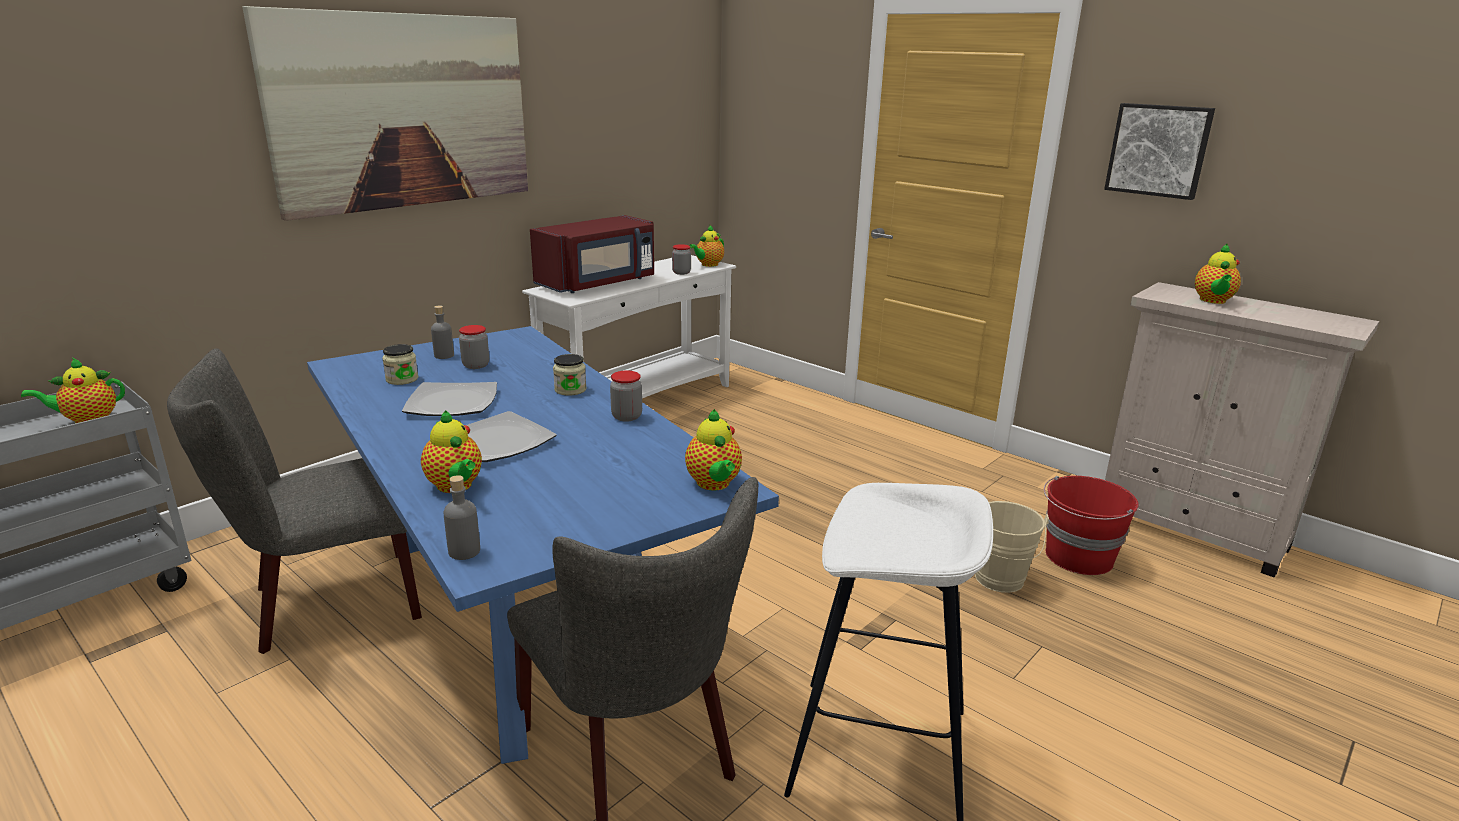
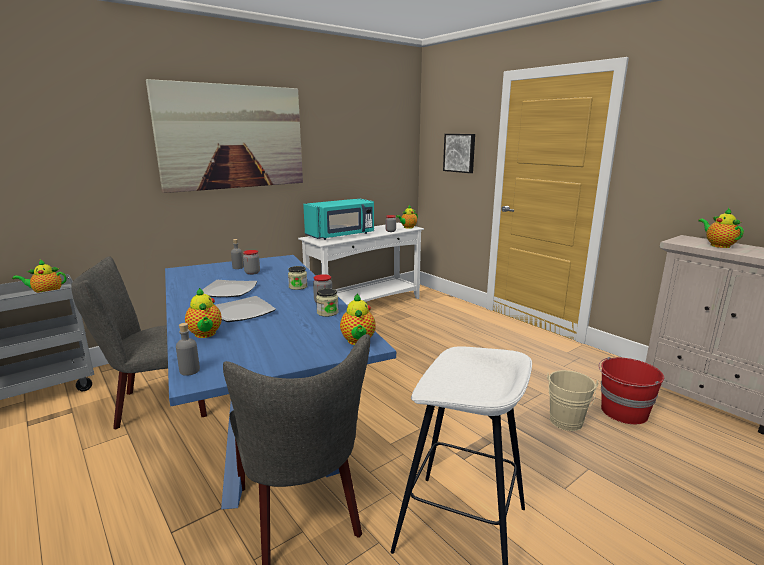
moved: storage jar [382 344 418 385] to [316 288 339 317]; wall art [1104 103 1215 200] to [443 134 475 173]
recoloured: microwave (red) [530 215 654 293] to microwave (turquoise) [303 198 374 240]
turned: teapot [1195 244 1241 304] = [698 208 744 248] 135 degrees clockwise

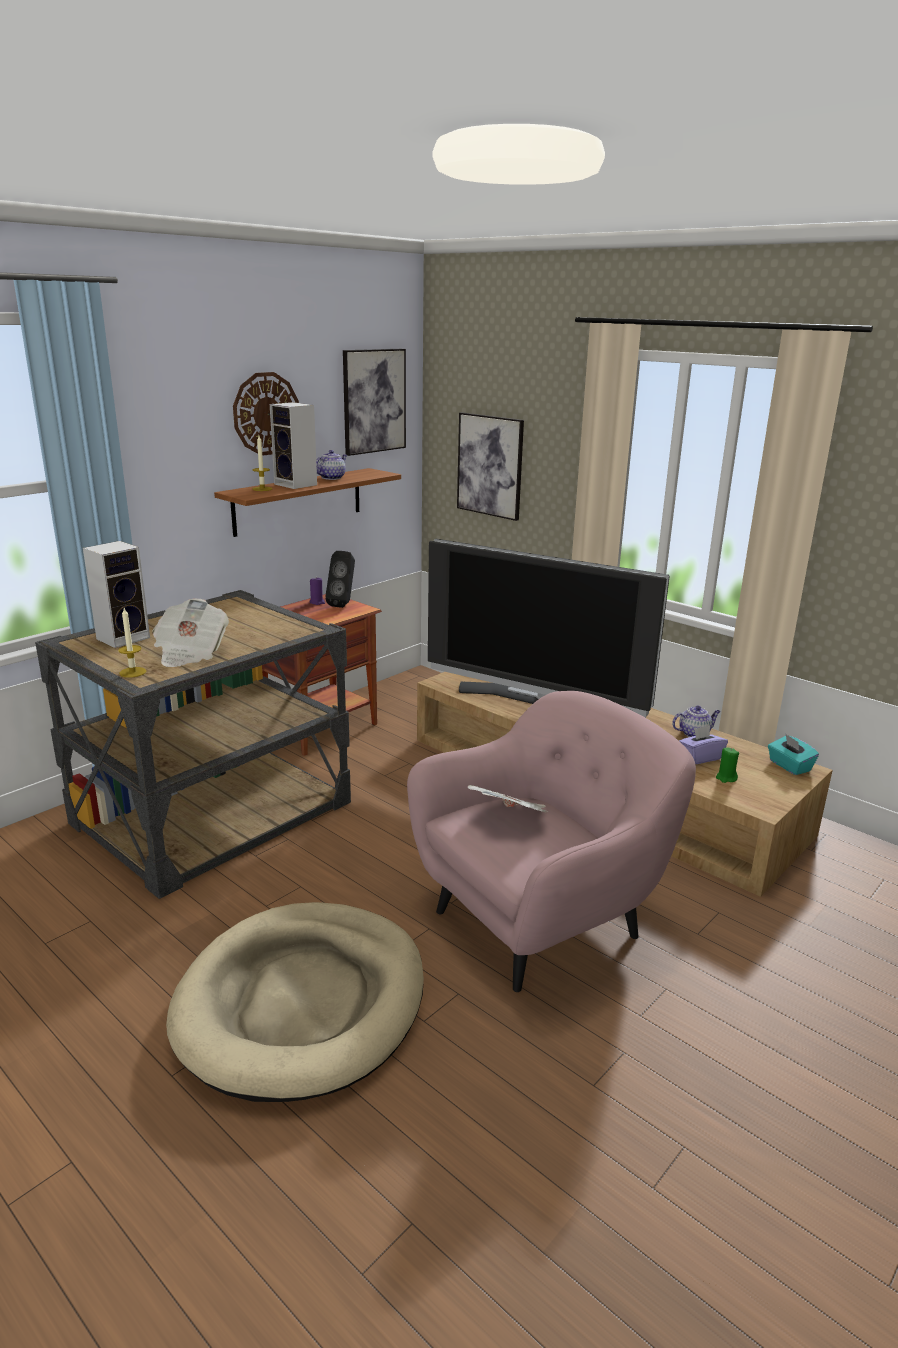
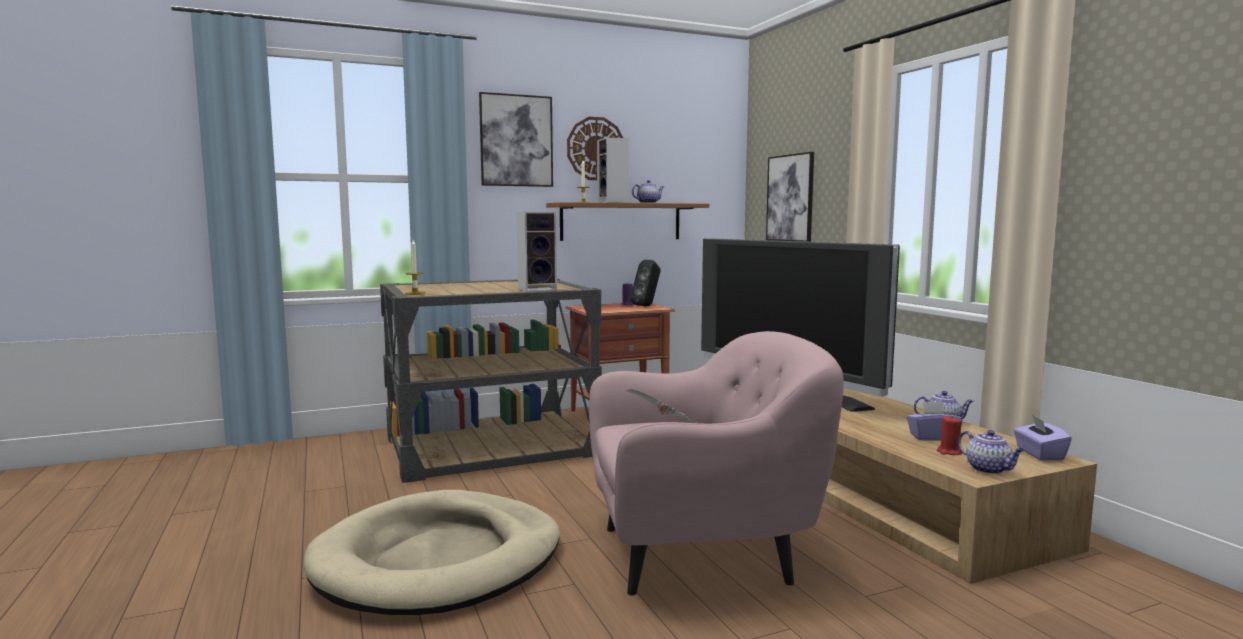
removed: newspaper [152 598 229 667]
added: teapot [957 430 1025 474]
moved: wall art [343 349 406 456] to [479 92 553 187]; audio speaker [83 541 150 648] to [516 212 557 292]
recoloured: candle (greenish) [716 747 739 783] to candle (red) [937 416 962 455]; tissue holder (turquoise) [768 734 819 775] to tissue holder (purple-coloured) [1013 415 1072 461]

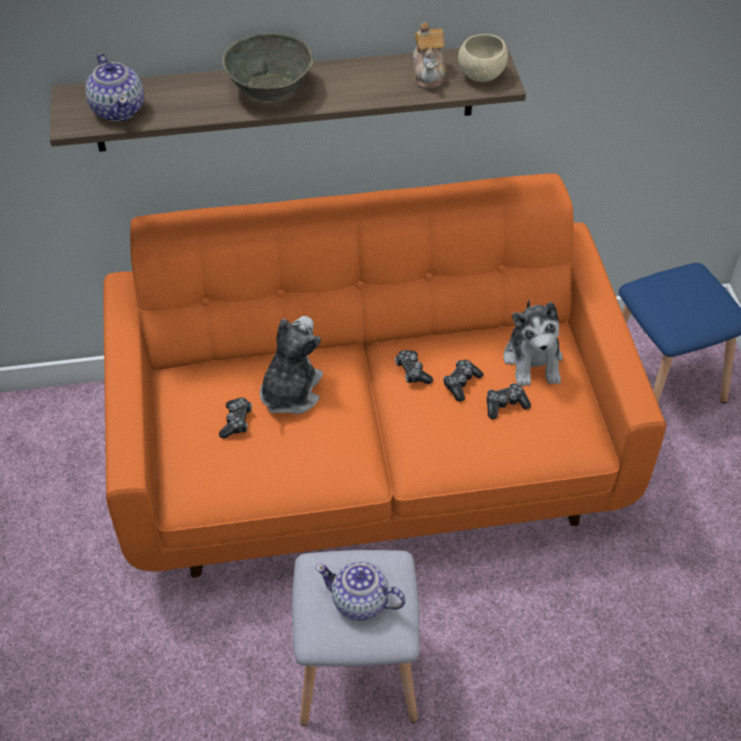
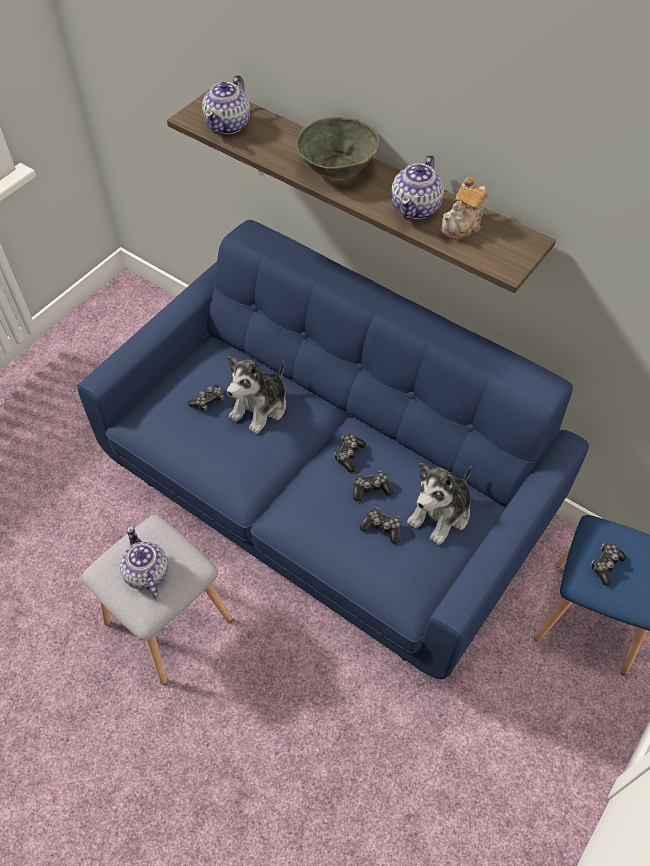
removed: serving bowl (beige-coloured) [458 34 508 82]
added: teapot [391 155 444 219]; gamepad [591 543 627 586]
recoloured: settee (orangey) [103 174 666 578] to settee (bluish) [77 220 589 679]
turned: plush toy [260 316 323 414] = [227 356 286 434] 150 degrees clockwise

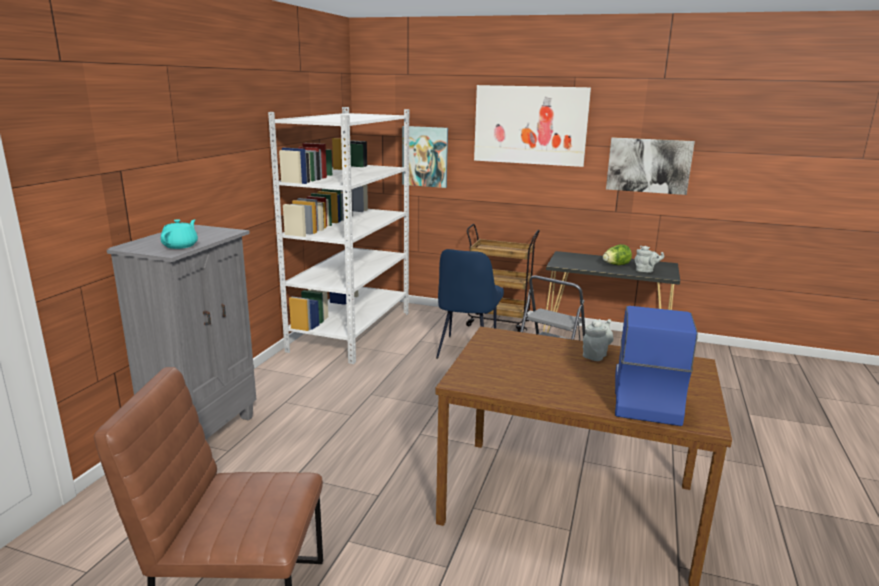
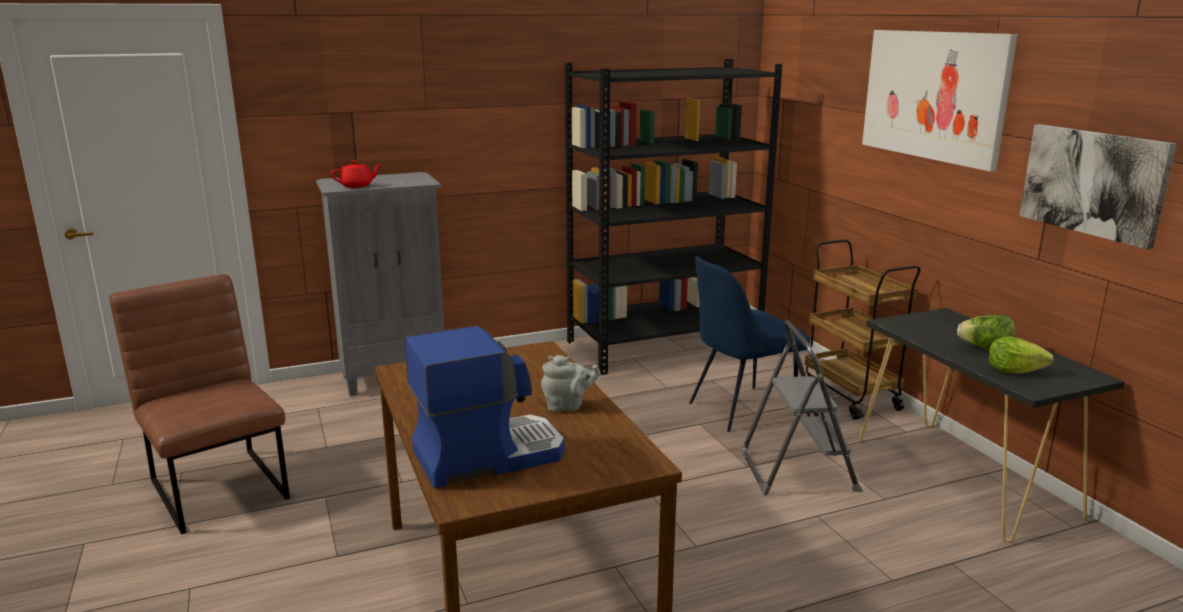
removed: wall art [402 126 448 188]
replaced: teapot (grey) [635 246 664 273] to lettuce [989 336 1053 374]
recoloured: teapot (turquoise) [161 219 198 249] to teapot (red) [330 161 382 188]; bookcase (whitish) [268 107 409 364] to bookcase (blackish) [565 59 782 375]

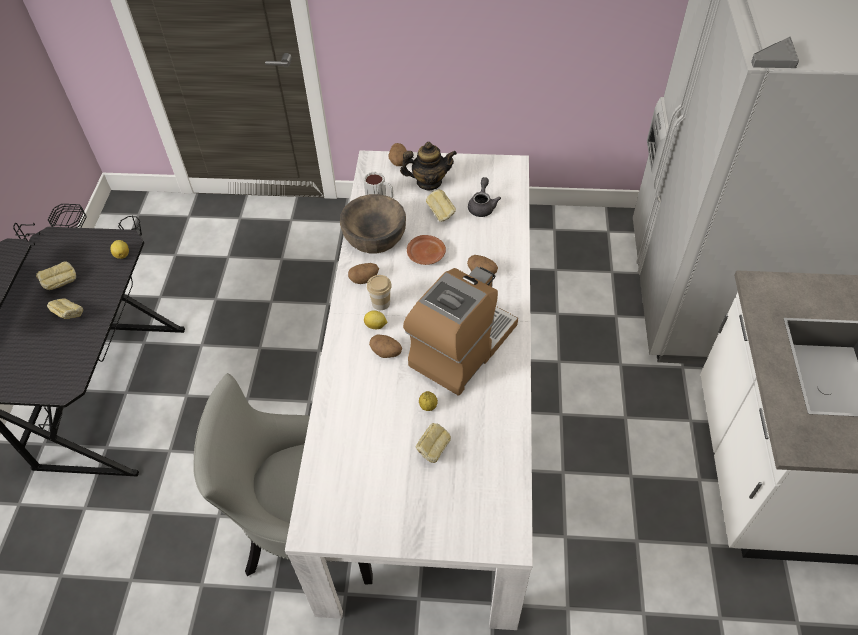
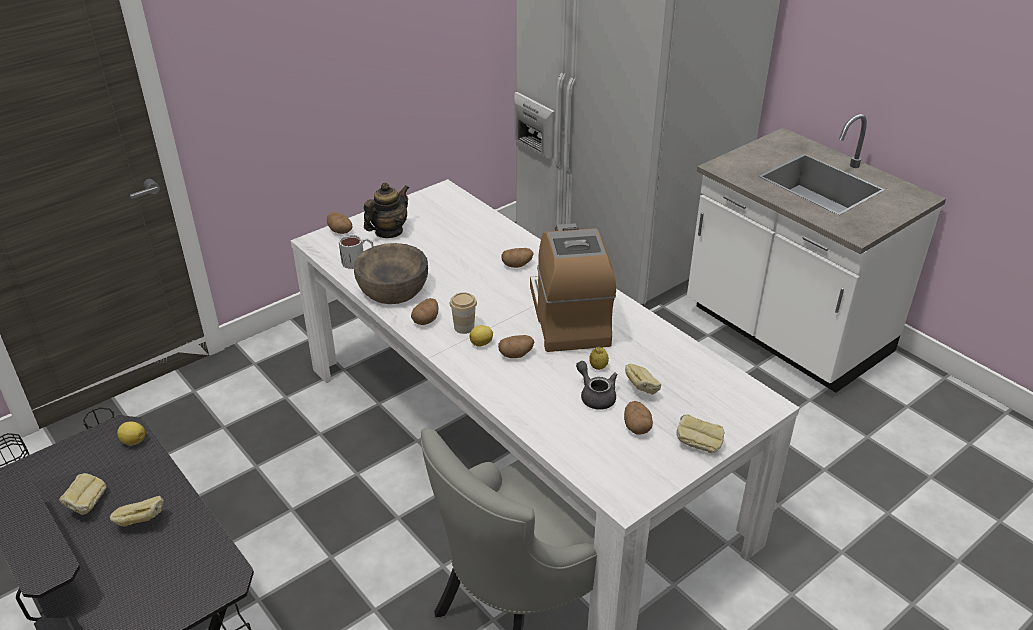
removed: flat dish (brown) [407 235 446 265]
added: spud [624 401 653 435]
moved: teapot (grey) [468 177 501 217] to [576 361 617 410]; bread [426 189 456 222] to [676 414 724 453]

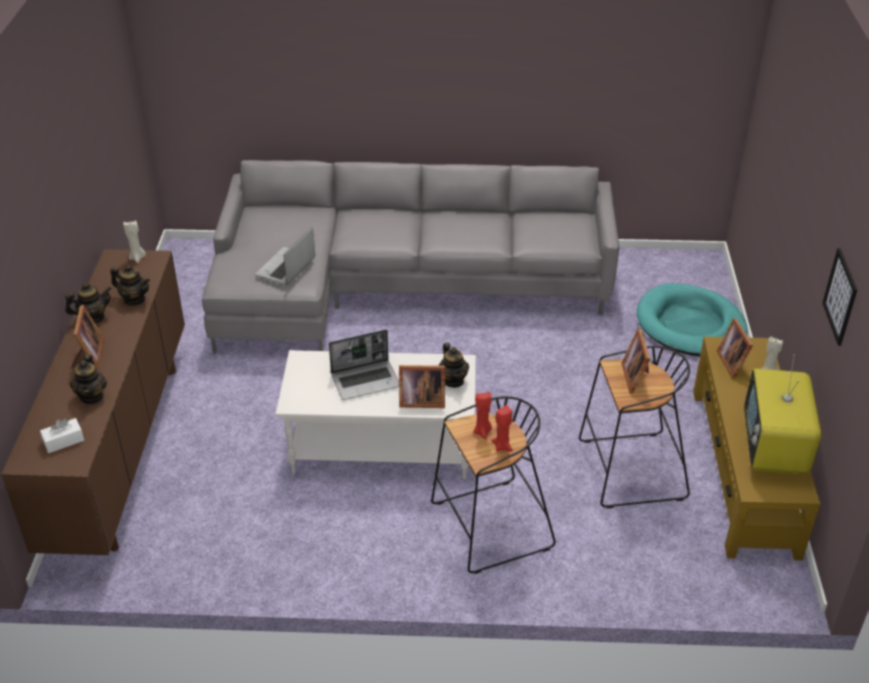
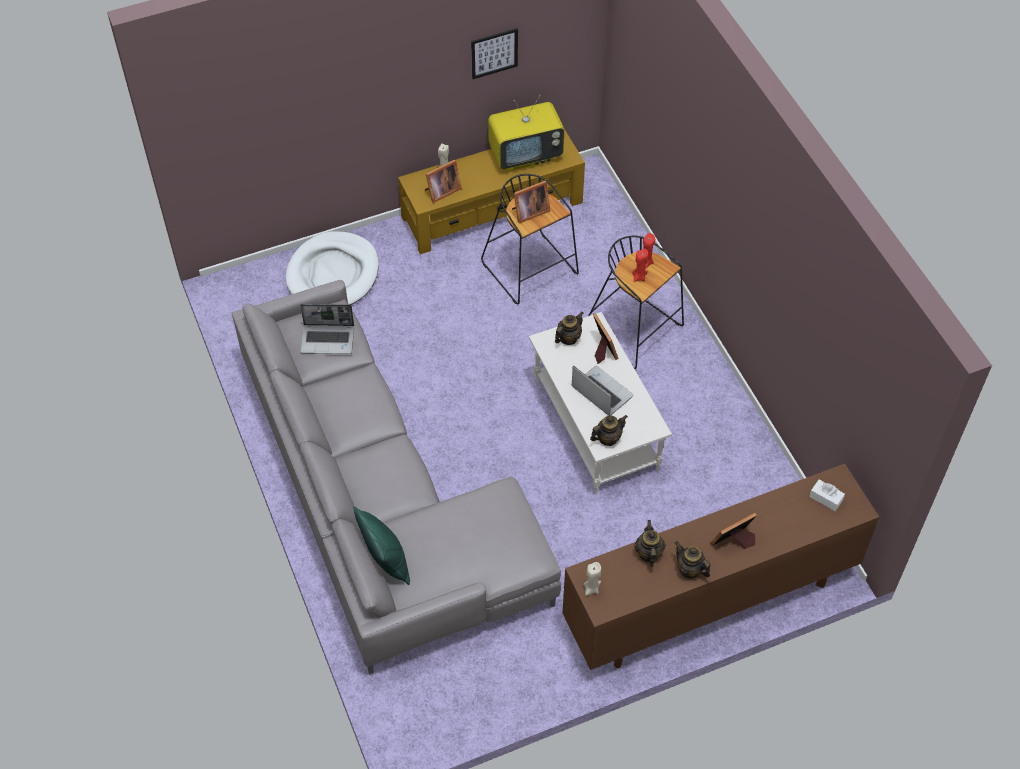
added: cushion (greenish) [353 506 410 585]
moved: portable computer [255 227 315 285] to [300 304 354 354]; teapot [70 354 107 404] to [590 415 628 446]
recoloured: dog cushion (turquoise) [637 283 748 356] to dog cushion (whitish) [286 231 379 305]

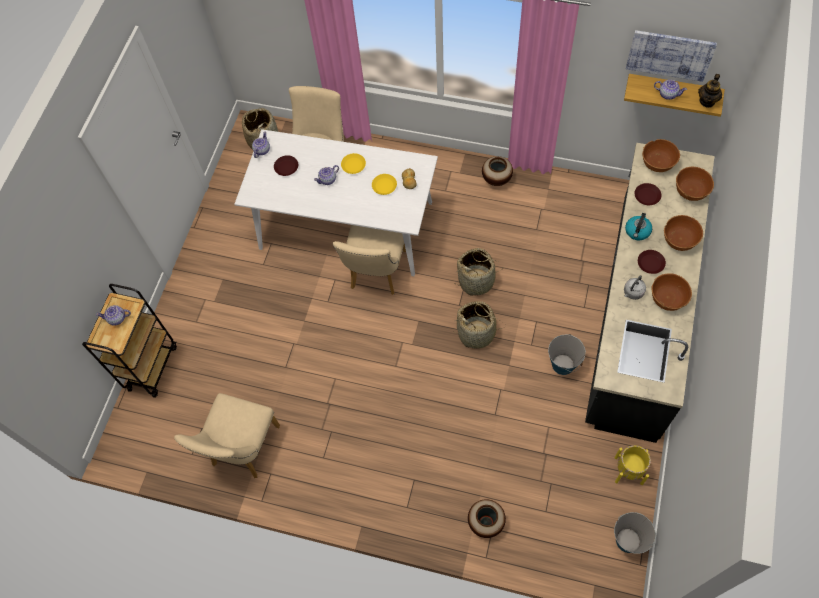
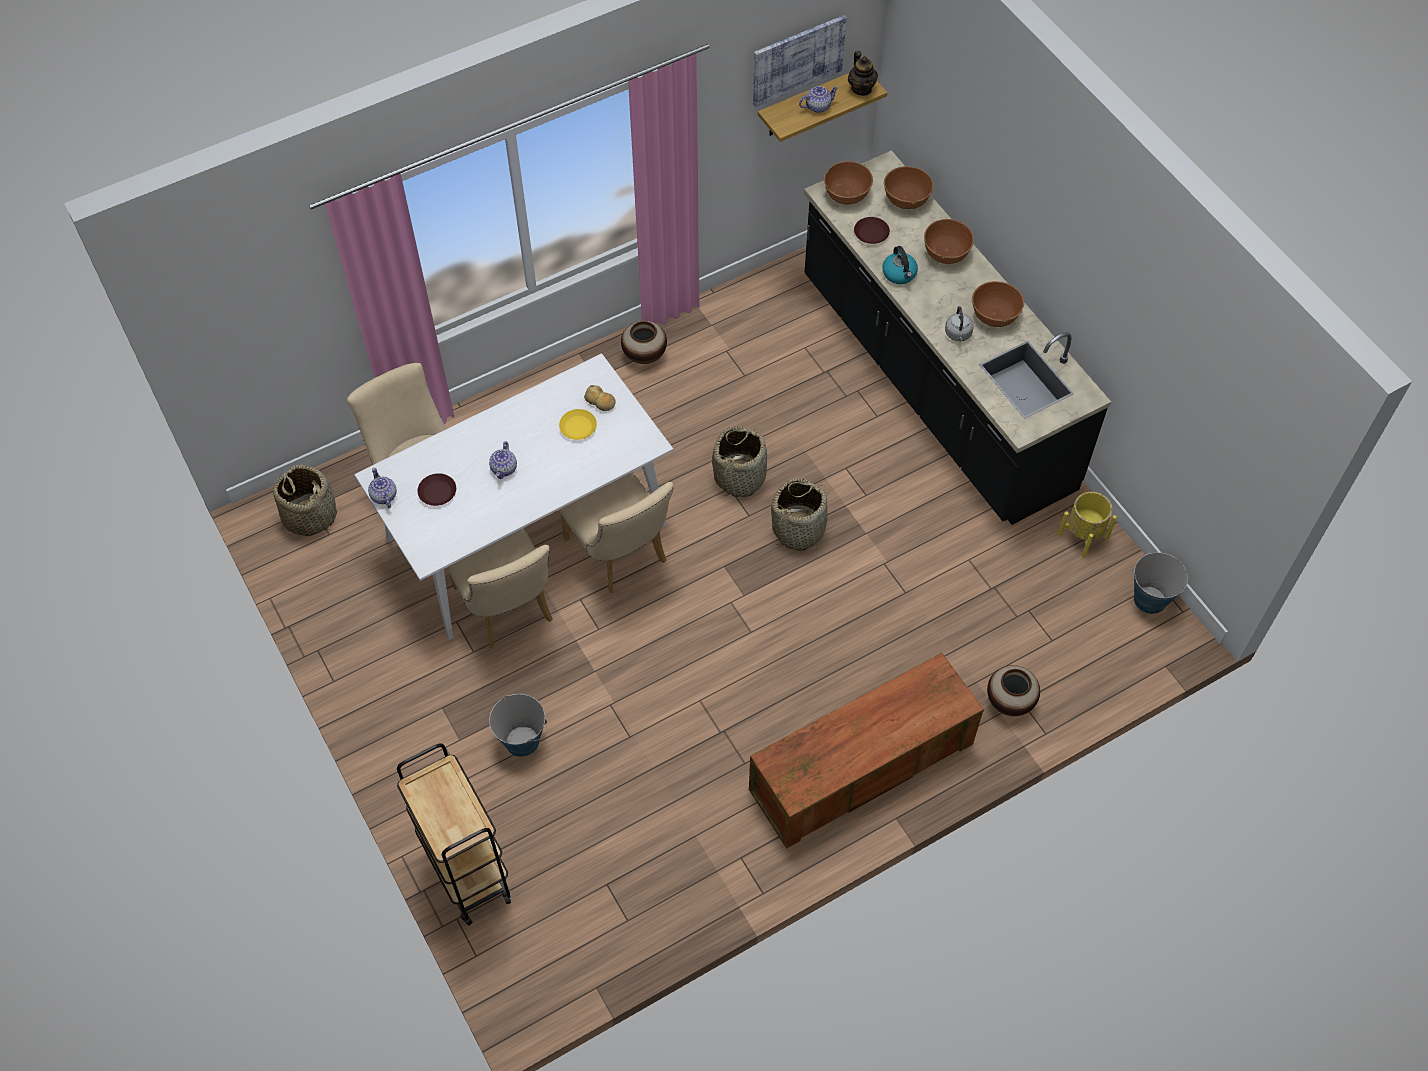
removed: teapot [96 305 131 325]; flat dish (yellow) [341 153 366 174]; flat dish (brown) [638 250 666 274]
added: bench (brown) [749 653 984 849]
moved: plain chair (beige-coloured) [174 393 280 478] to [447 528 553 648]; pail [548 334 586 375] to [489 694 547 757]

